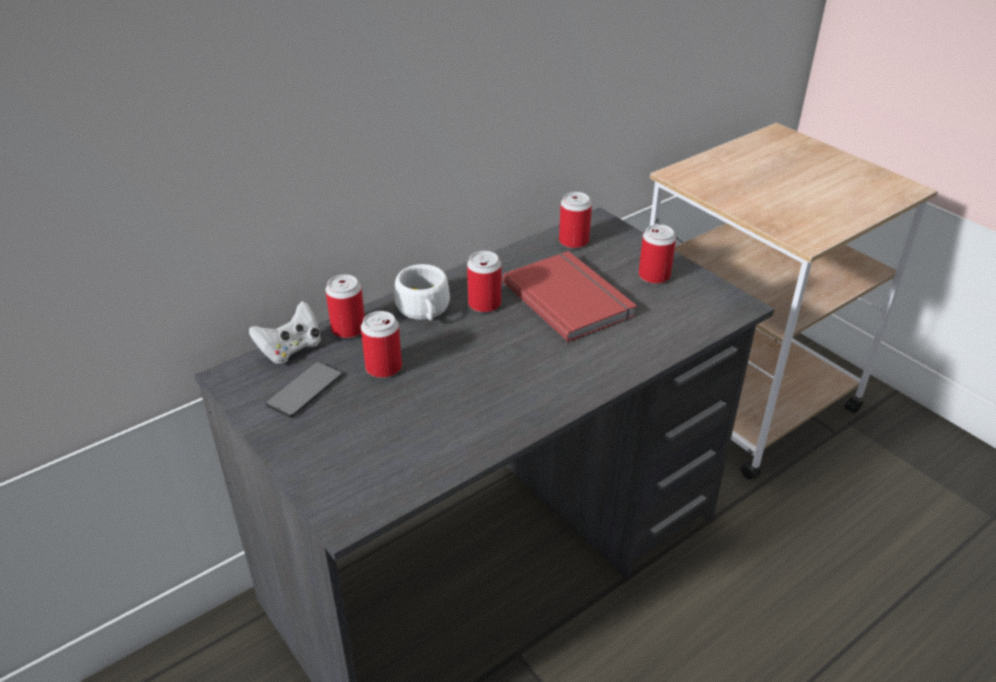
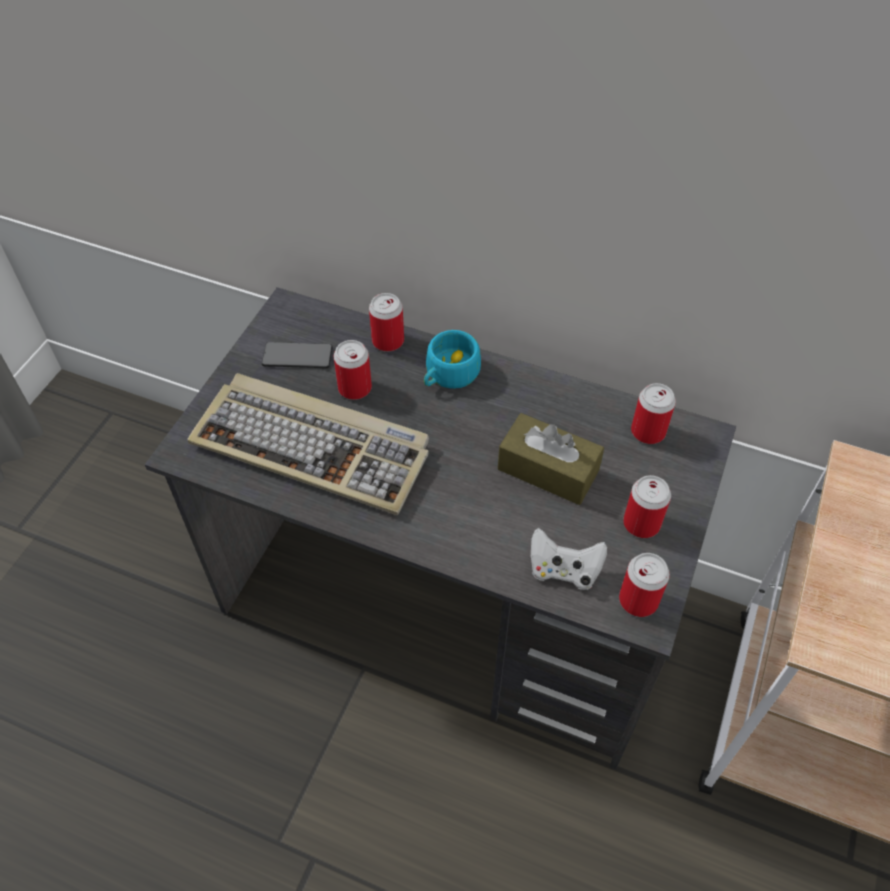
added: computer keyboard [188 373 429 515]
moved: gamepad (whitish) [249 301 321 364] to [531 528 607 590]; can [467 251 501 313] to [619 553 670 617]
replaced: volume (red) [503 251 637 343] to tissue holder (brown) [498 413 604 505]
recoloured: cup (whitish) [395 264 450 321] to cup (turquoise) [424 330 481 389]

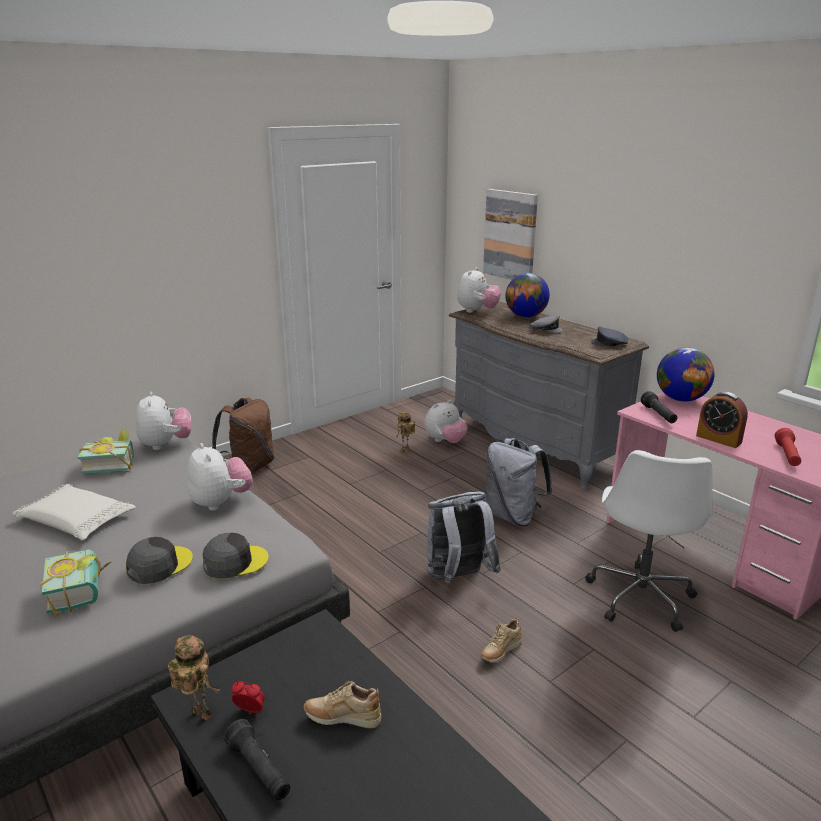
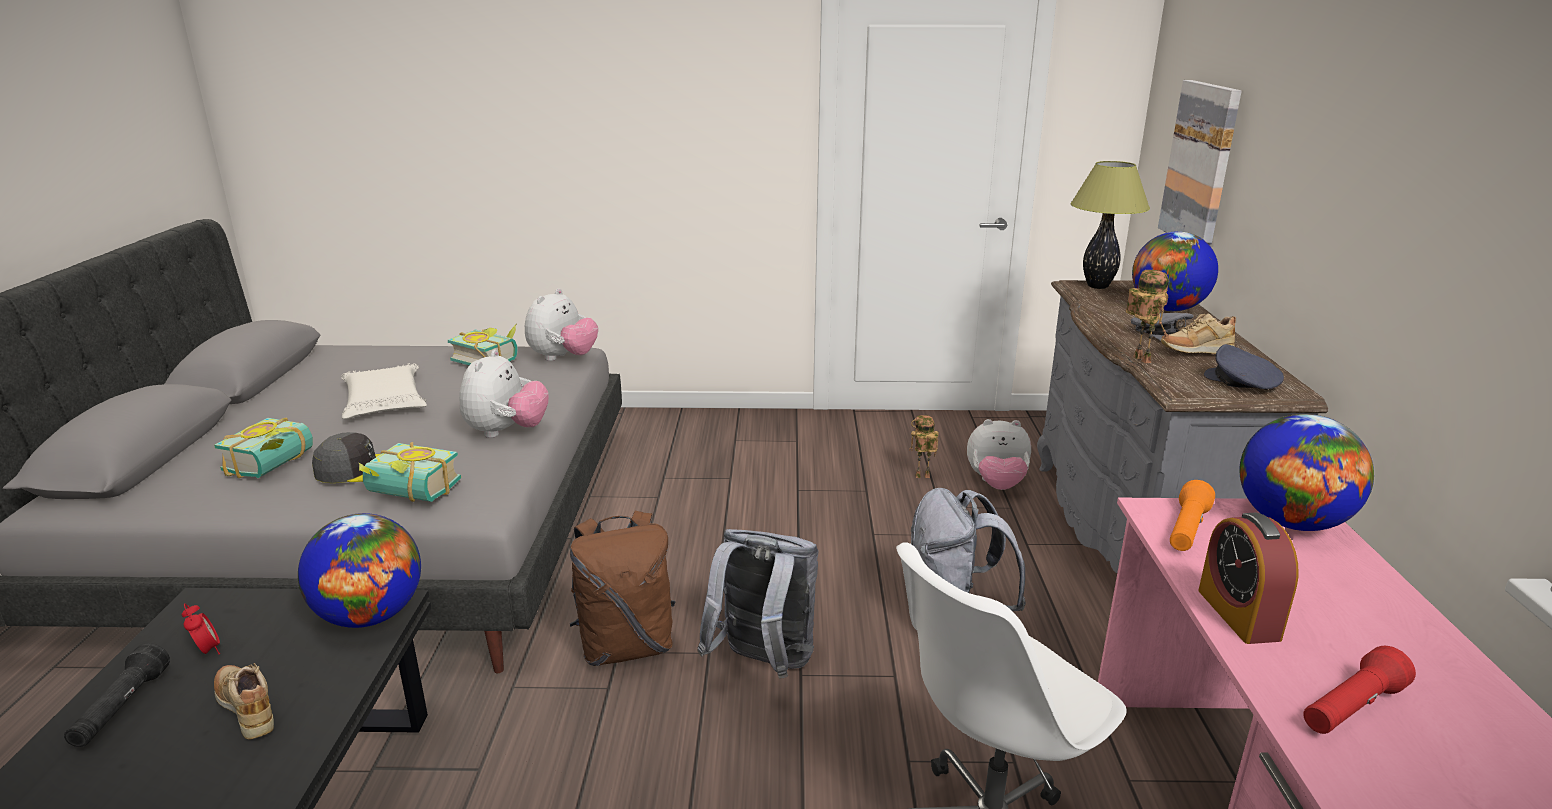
added: desk globe [298 513 421 628]
moved: rucksack (brown) [212 398 274 473] to [570 511 676 666]; toy robot [168 635 220 721] to [1126 270 1169 364]; shoe (beige-coloured) [481 618 522 663] to [1161 313 1236 354]
replaced: baseball cap (grey) [203 533 269 579] to volume [359 442 461 502]; plush toy [457 267 501 313] to table lamp [1070 161 1150 289]
recoloured: hand torch (blackish) [641 391 678 423] to hand torch (orangey) [1170 480 1215 551]

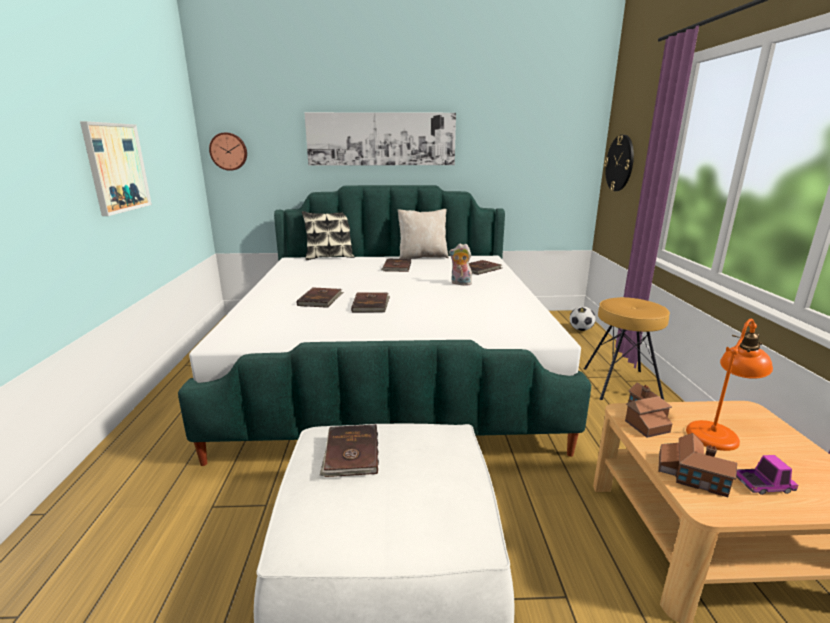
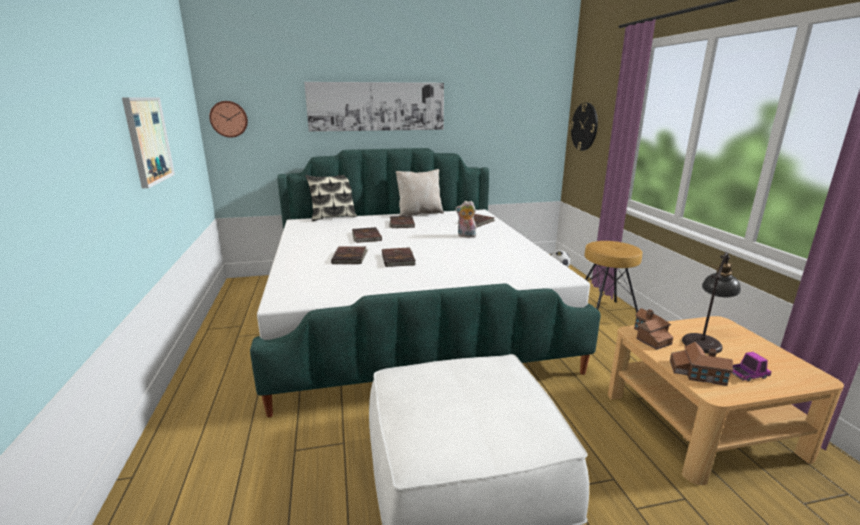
moved: volume (brown) [320 424 379 477] to [352 227 382 243]
recoloured: table lamp (orangey) [686 319 773 451] to table lamp (grey) [682 252 741 354]

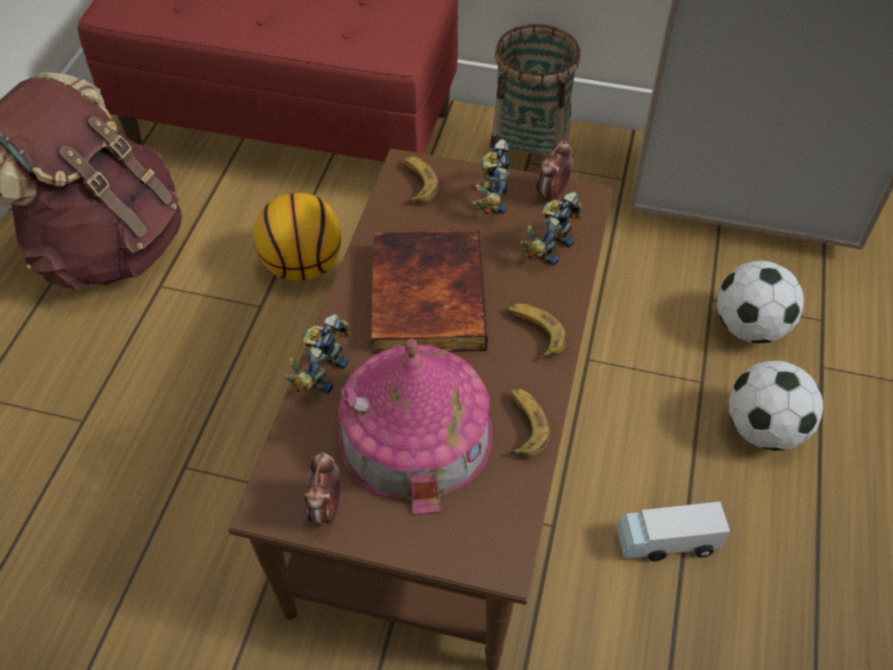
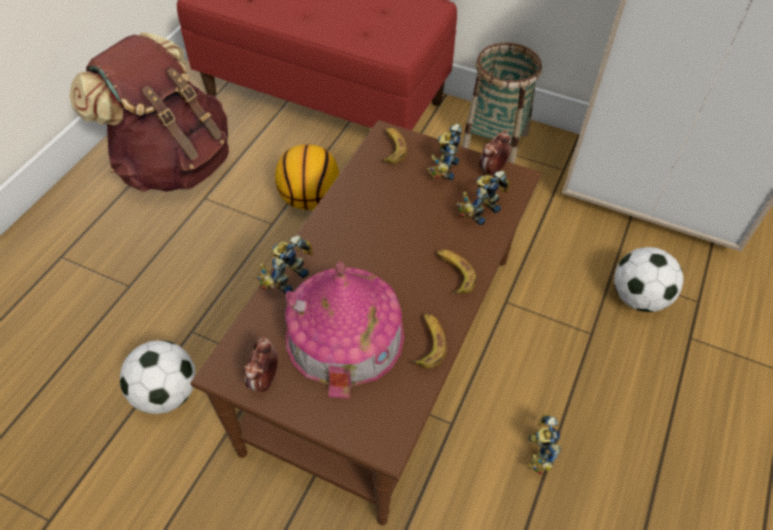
removed: volume [371 230 488 354]
moved: ball for football [729 361 823 451] to [120 340 196 414]
replaced: model truck [617 502 730 561] to toy robot [528 414 561 474]

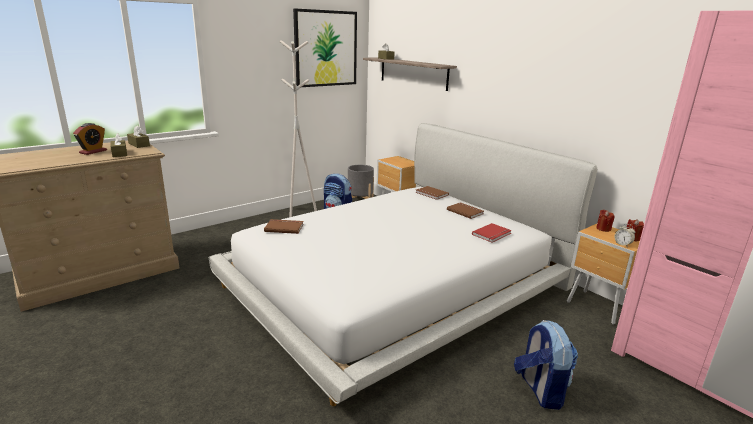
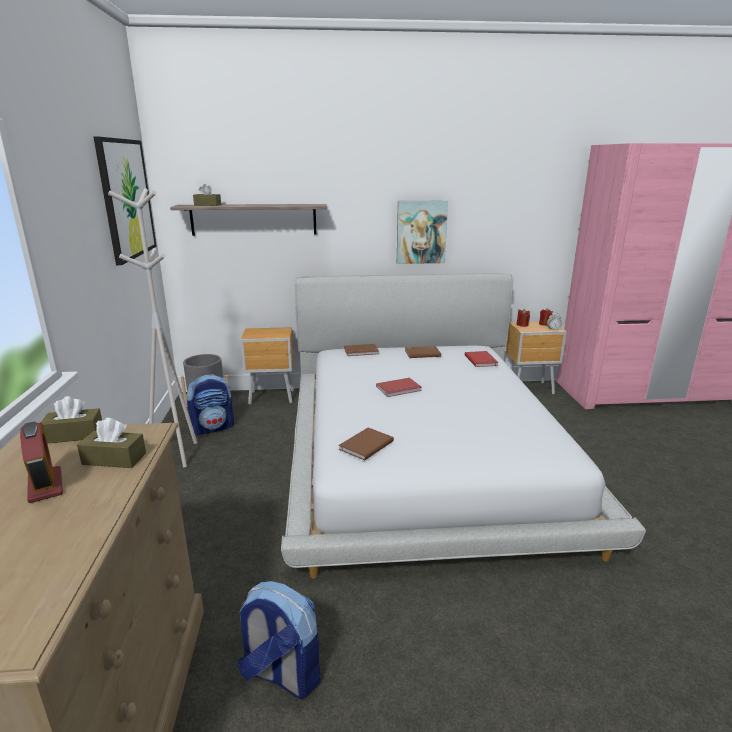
added: volume (red) [376 378 422 397]; wall art [397 201 448 264]
moved: rucksack [514 320 578 410] to [237 581 321 699]

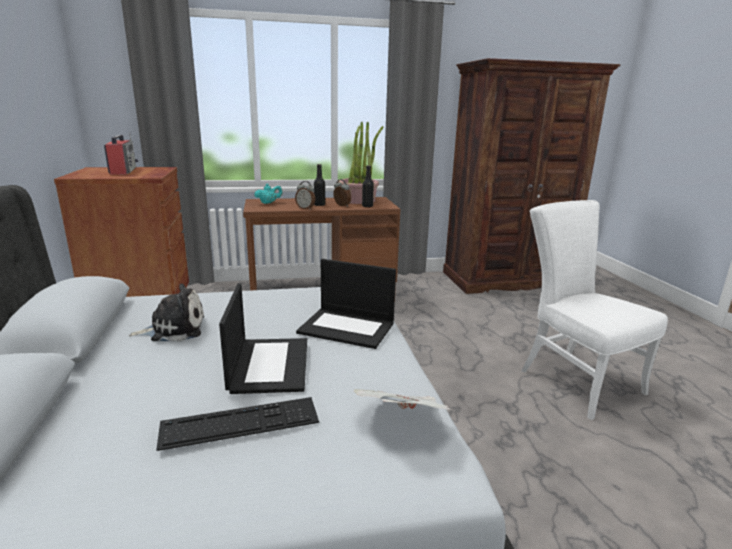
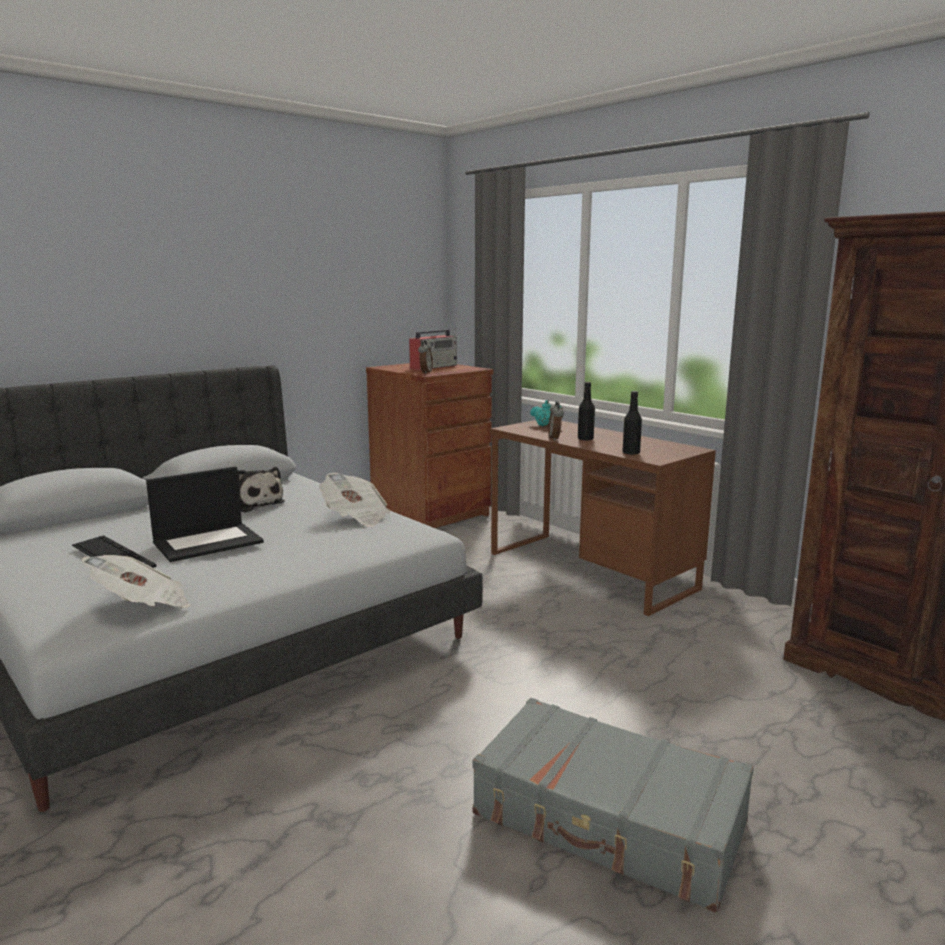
removed: portable computer [296 259 396 349]; plant in a pot [339 122 383 204]
added: newspaper [319 473 391 527]
moved: bedside clock [333 179 351 207] to [418 340 433 374]
replaced: plain chair (whitish) [521 200 668 420] to travel case (grey) [472 698 754 913]

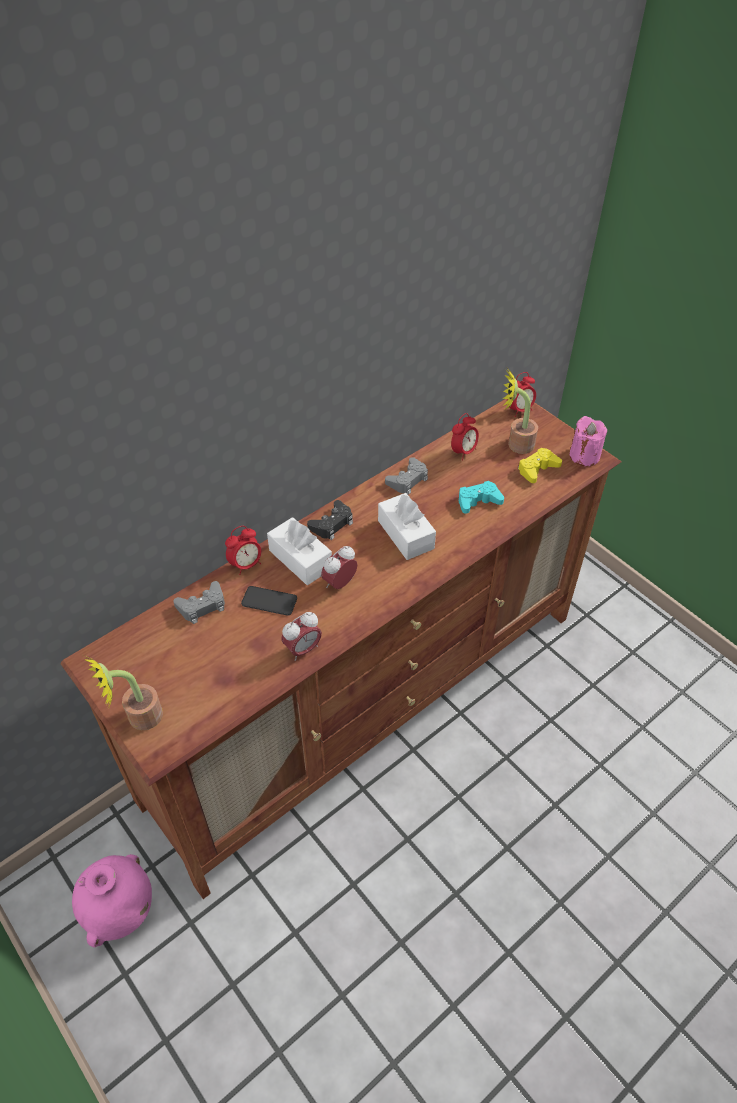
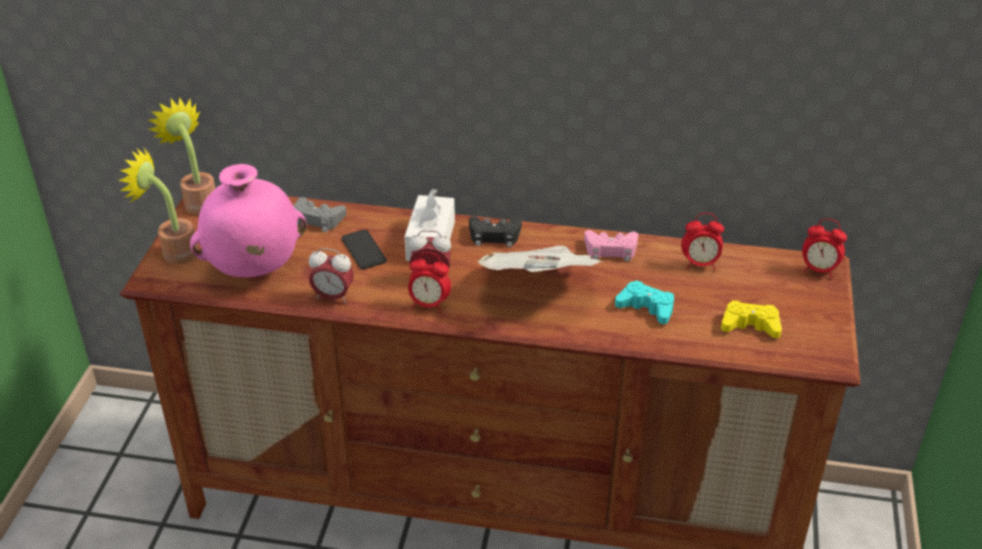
removed: candle (pink) [570 416 607 466]
moved: plant in a pot [503 369 538 454] to [148 97 216 215]; flower vase (pink) [72 854 152 947] to [190 164 307 277]; bedside clock [225 526 261 575] to [408 252 451 313]
replaced: tissue holder (whitish) [378 493 436 560] to newspaper [477 246 601 272]
recoloured: gamepad (grey) [385 457 428 495] to gamepad (pink) [584 230 638 261]

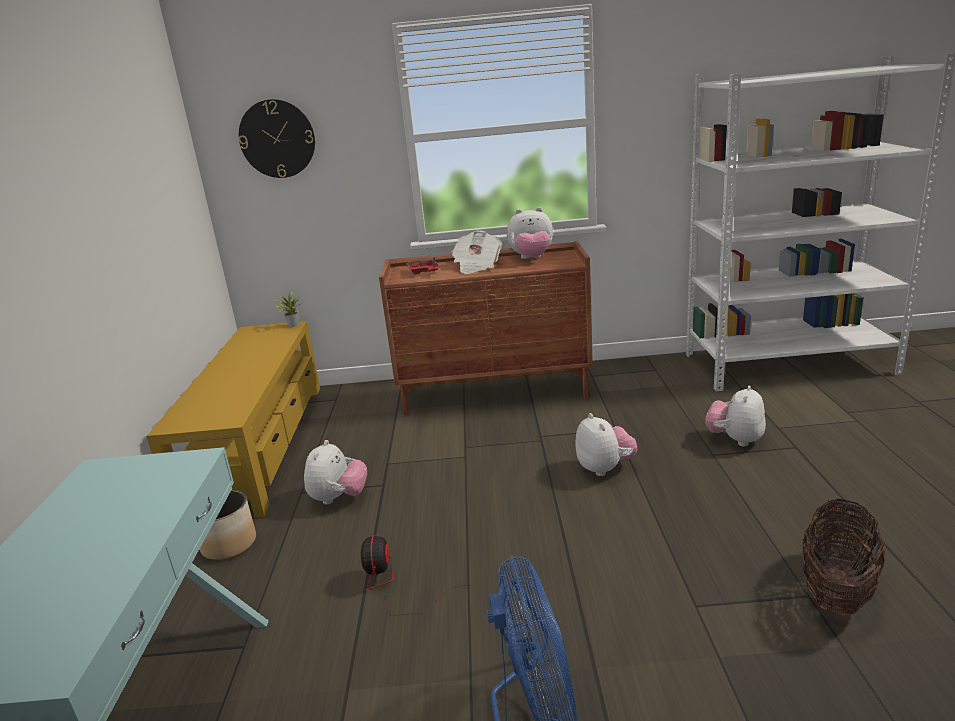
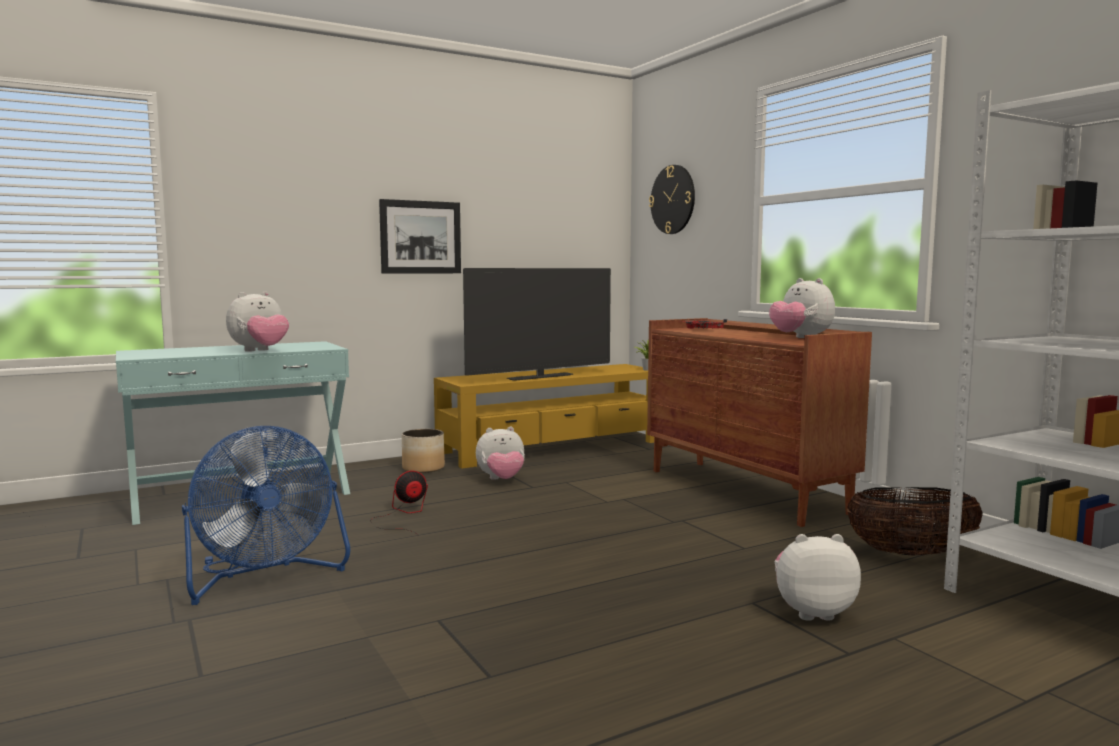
removed: newspaper [452 231 502 274]
added: wall art [379 199 461 274]; television [463 268 611 381]
moved: plush toy [575 413 637 476] to [226 291 289 352]; household basket [803 498 885 615] to [847 487 983 555]

